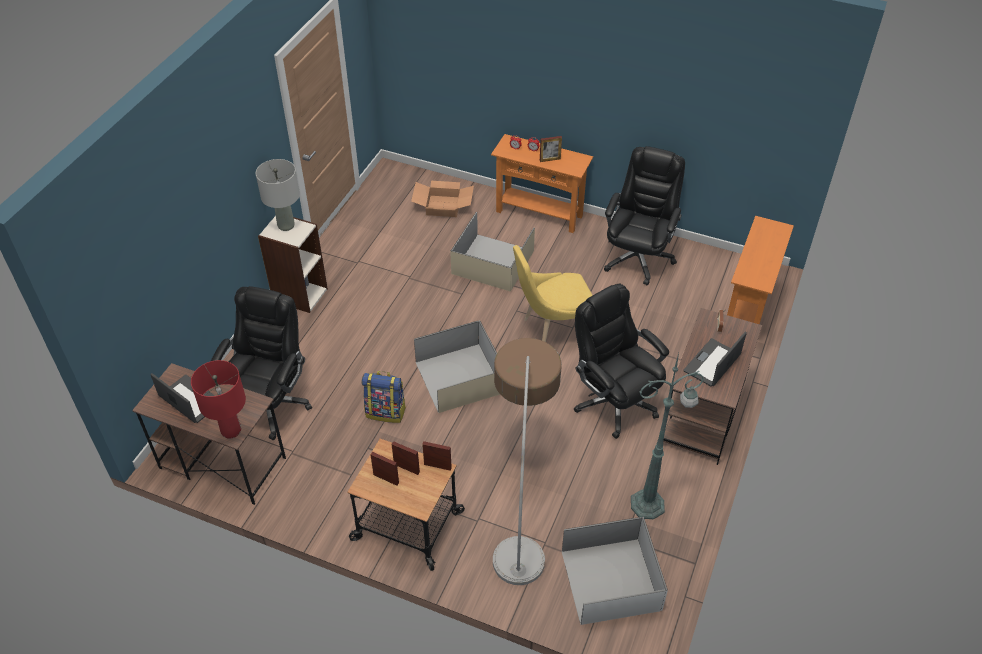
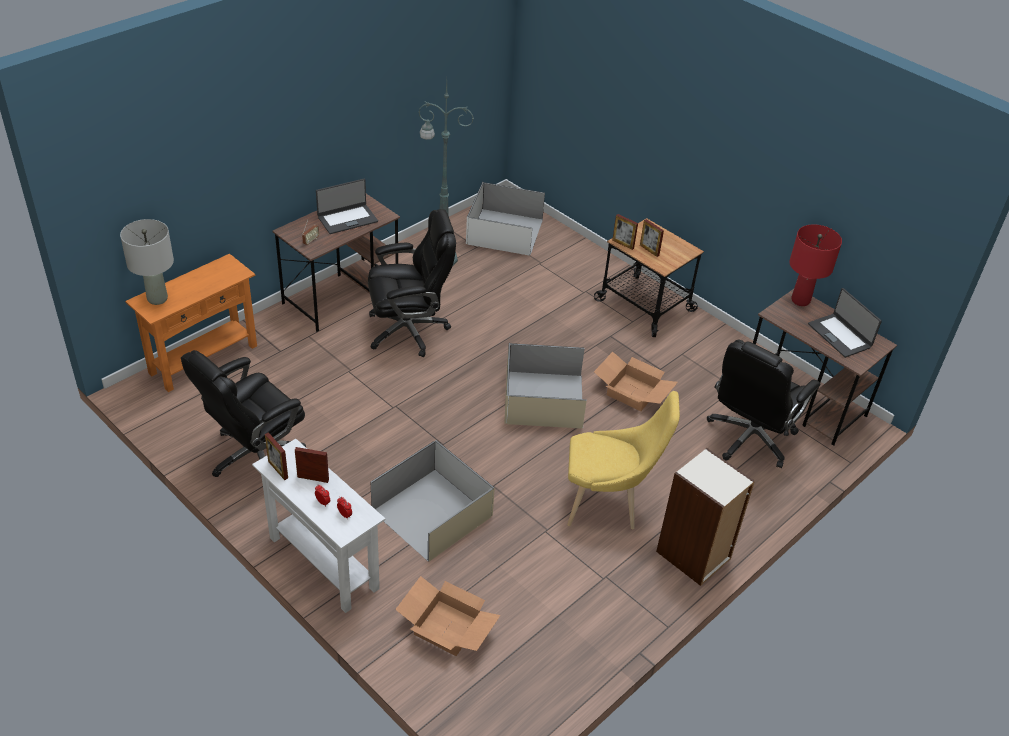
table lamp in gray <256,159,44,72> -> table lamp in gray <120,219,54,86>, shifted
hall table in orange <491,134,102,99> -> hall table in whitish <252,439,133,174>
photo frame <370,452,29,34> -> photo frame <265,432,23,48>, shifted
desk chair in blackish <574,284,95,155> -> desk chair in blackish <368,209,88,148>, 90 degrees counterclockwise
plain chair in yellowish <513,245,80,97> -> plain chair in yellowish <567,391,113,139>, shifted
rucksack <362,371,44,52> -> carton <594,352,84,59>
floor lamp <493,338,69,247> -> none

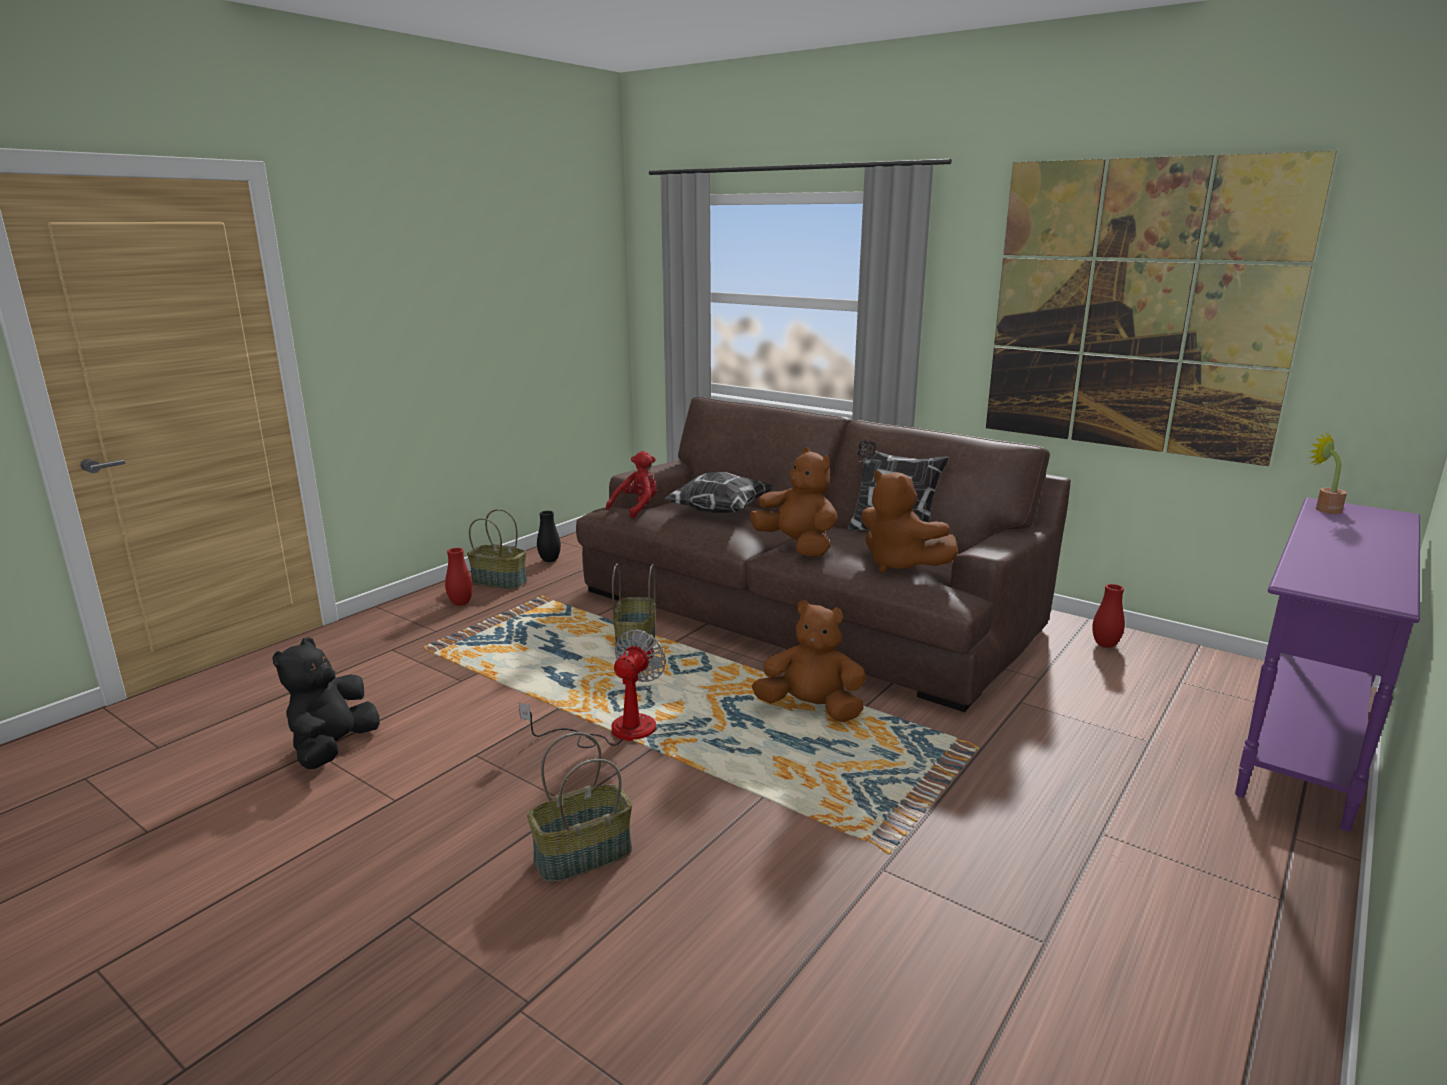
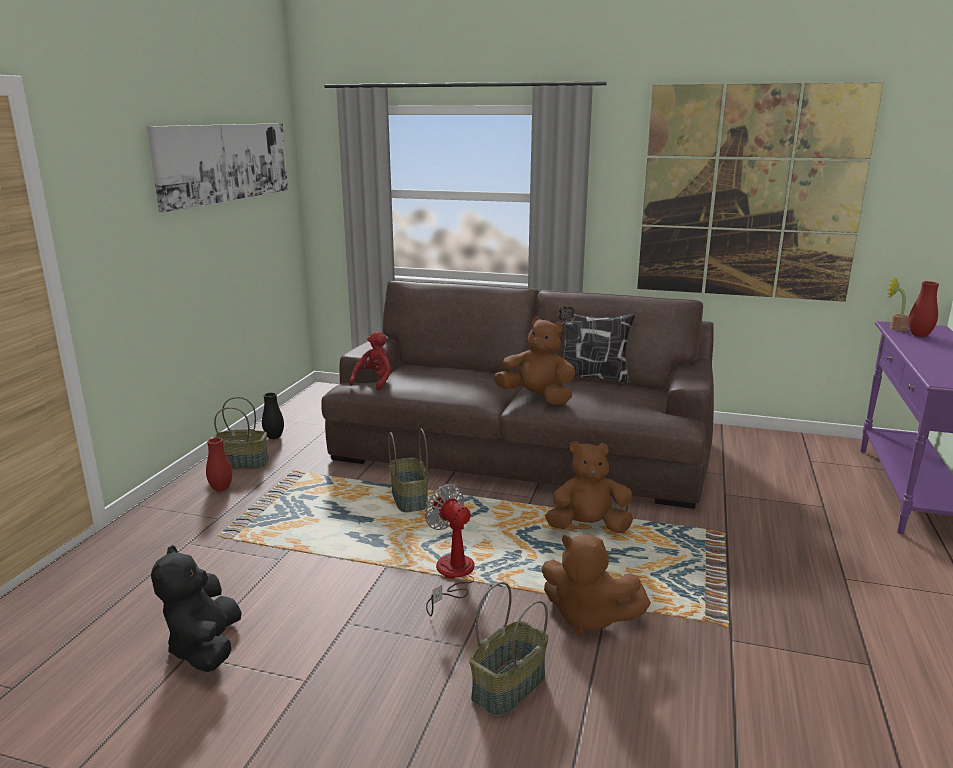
none -> wall art <147,123,141,90>
fan <519,630,147,118> -> fan <425,484,49,132>, 45 degrees counterclockwise
plush toy in brown <861,471,97,102> -> plush toy in brown <541,535,110,101>, shifted
vase in red <1092,584,33,64> -> vase in red <909,281,30,56>, shifted
throw pillow <663,472,110,41> -> none

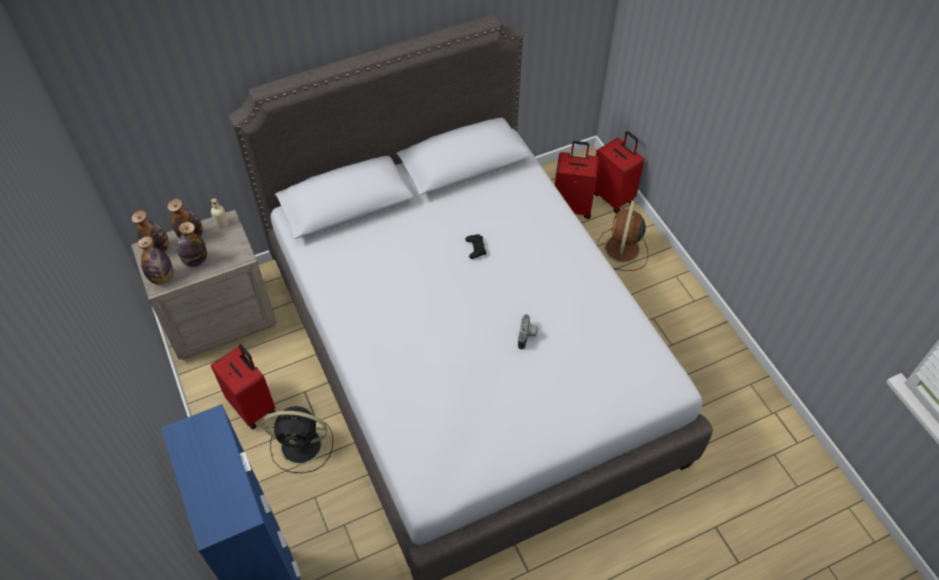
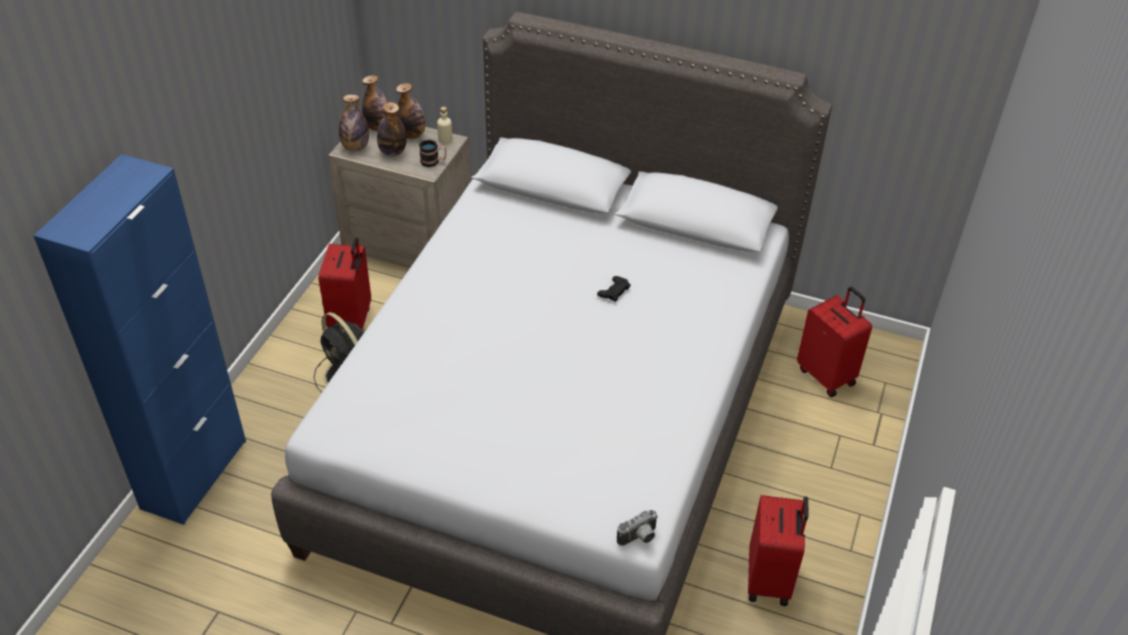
none -> tea mug <419,139,27,28>
still camera <518,314,20,35> -> still camera <617,510,41,36>, shifted
piece of luggage in red <594,131,50,83> -> piece of luggage in red <748,495,60,111>, shifted
fan in brown <597,200,51,71> -> none

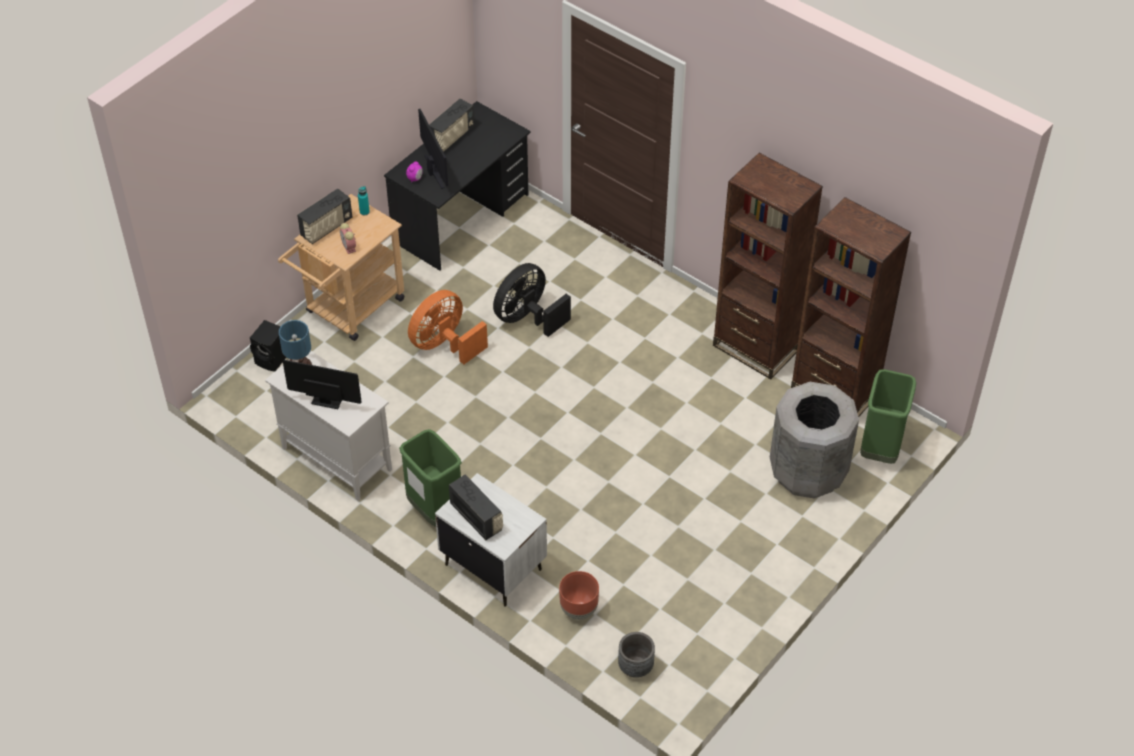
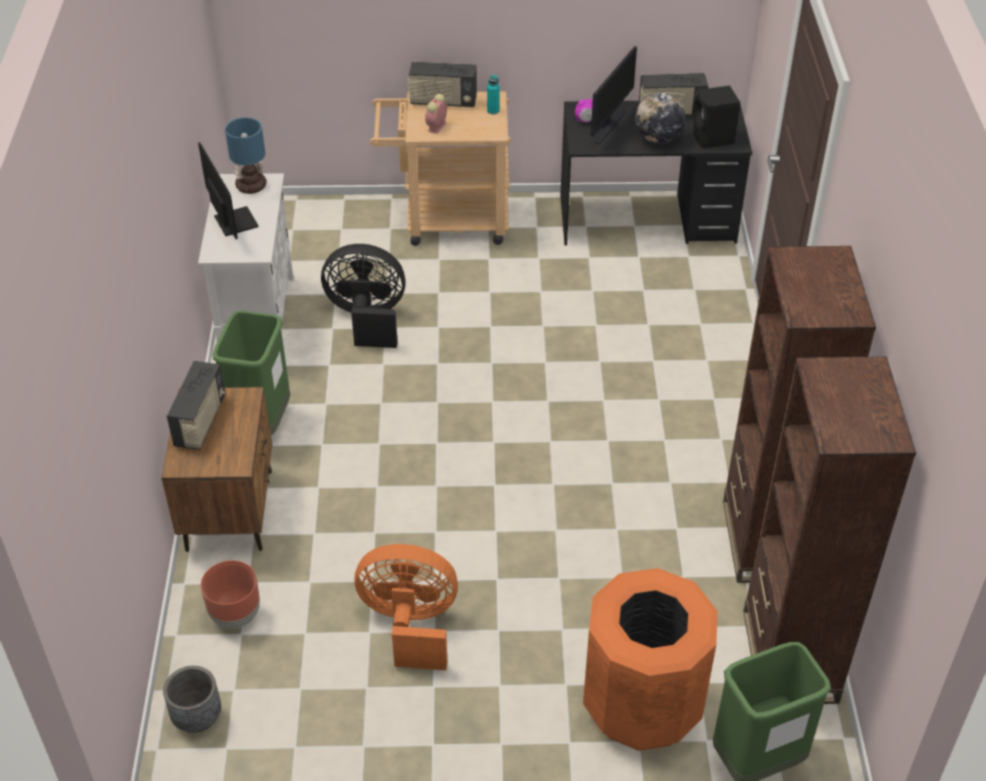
bedside table in whitish <435,473,112,134> -> bedside table in brown <161,387,111,165>
fan in blackish <493,263,78,74> -> fan in blackish <321,244,84,104>, shifted
fan in orange <408,290,80,74> -> fan in orange <354,544,104,126>, shifted
waste bin in gray <770,382,89,117> -> waste bin in orange <583,568,135,183>
none -> world globe <635,93,50,51>
audio speaker in blackish <250,320,36,52> -> audio speaker in blackish <693,86,47,62>, shifted

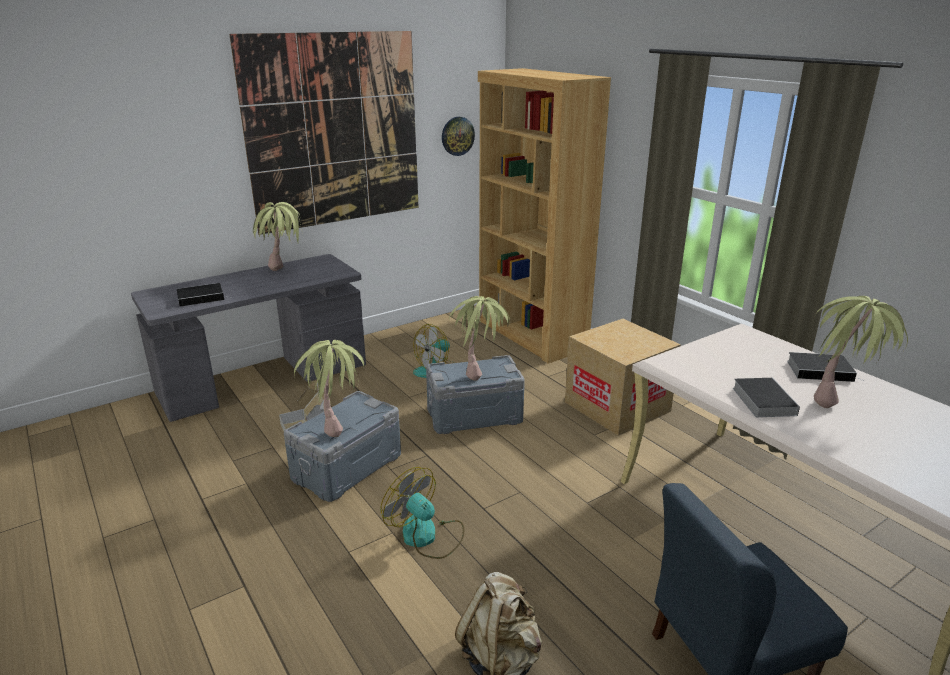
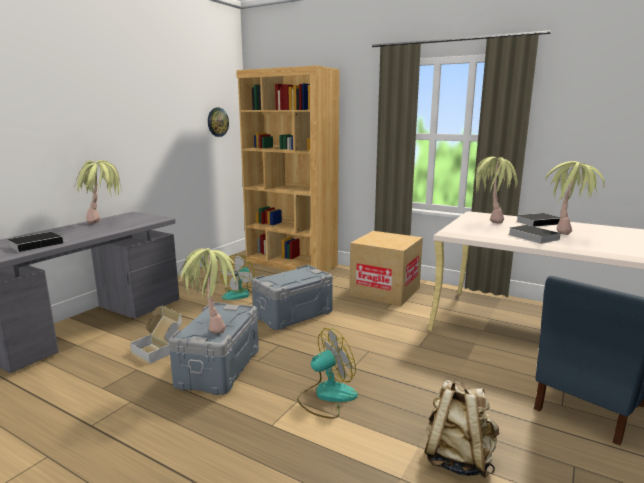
fan <380,467,84,92> -> fan <297,328,61,91>, 135 degrees clockwise
plant in a pot <449,296,61,85> -> plant in a pot <473,156,45,68>, shifted
wall art <229,31,190,203> -> none

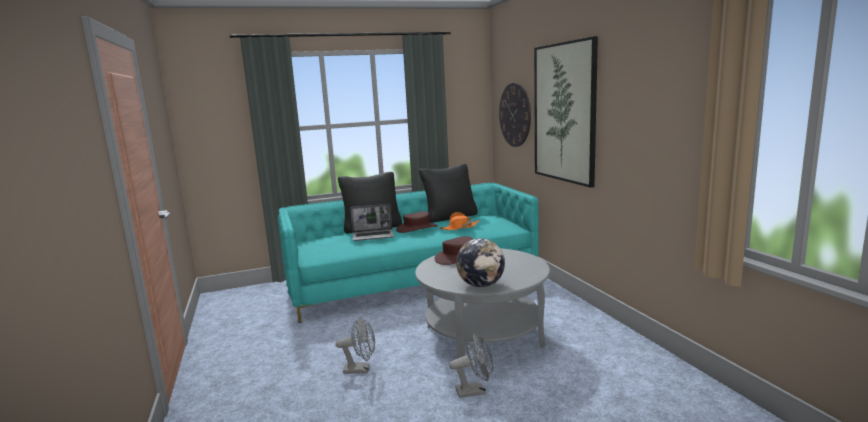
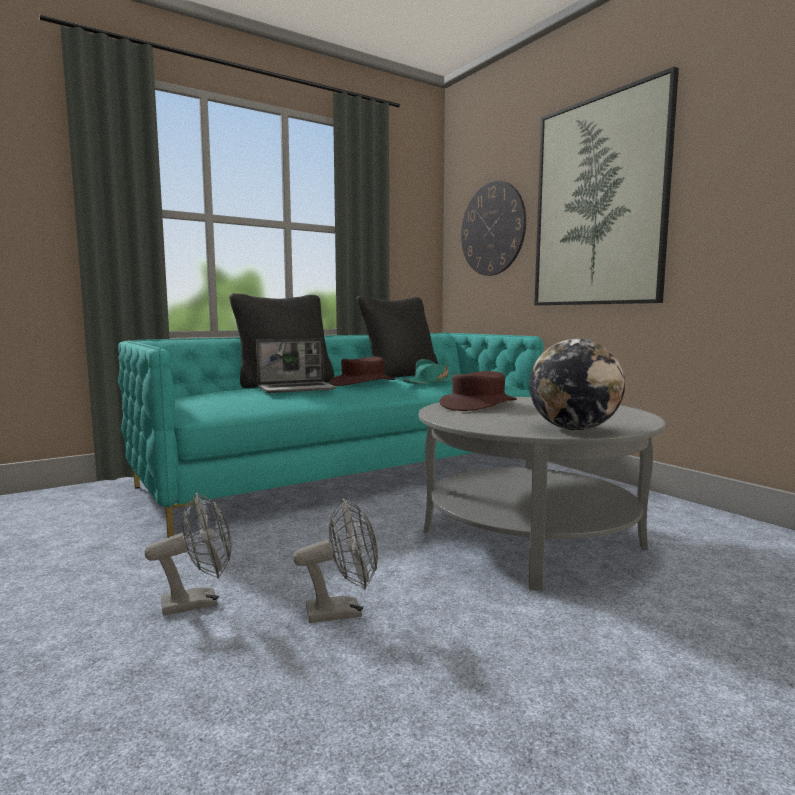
fan in gray <449,334,44,64> -> fan in gray <144,493,88,123>, shifted
wearable hat in orange <440,212,40,18> -> wearable hat in blue-green <402,359,56,25>

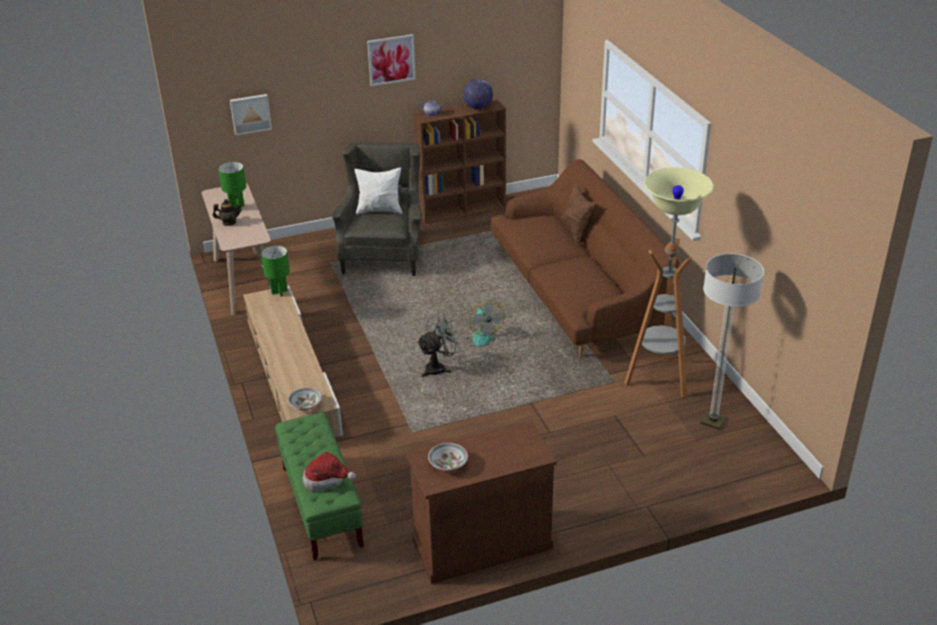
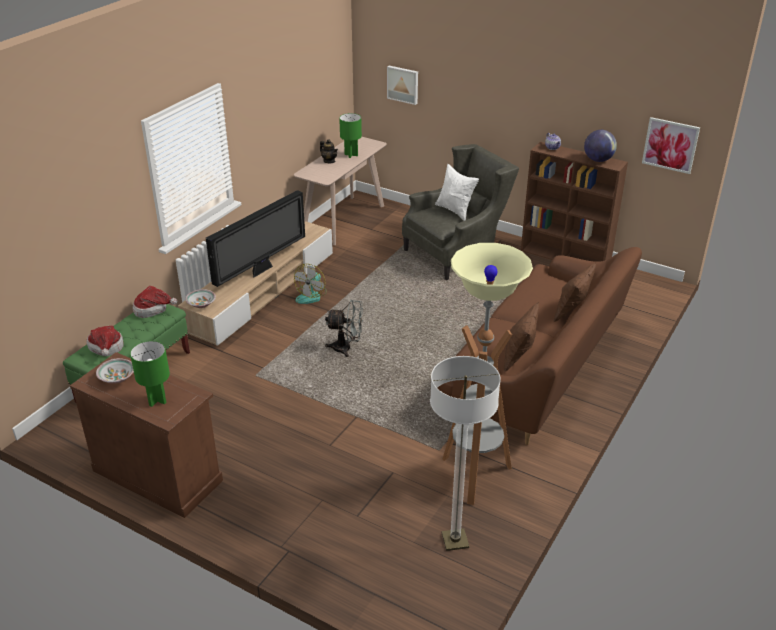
table lamp in green <261,245,29,51> -> table lamp in green <130,341,40,66>, shifted
none -> wearable hat <133,286,44,32>
none -> TV <206,190,99,97>
fan <466,300,39,47> -> fan <294,264,33,40>, shifted
none -> throw pillow in brown <504,303,35,69>
wall art <367,34,49,52> -> wall art <642,117,58,57>, shifted

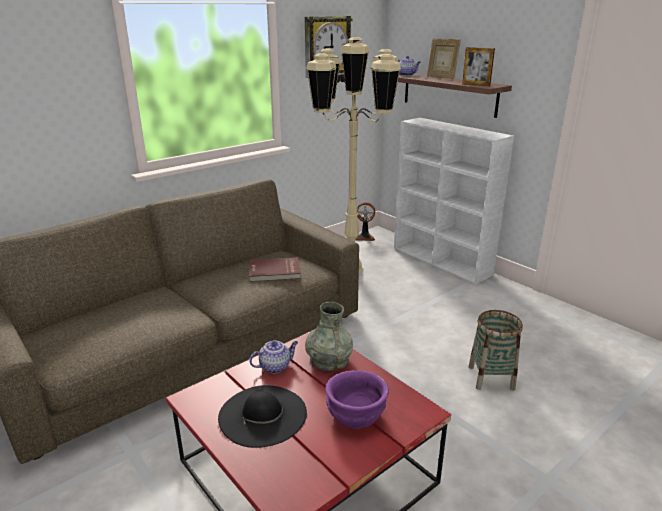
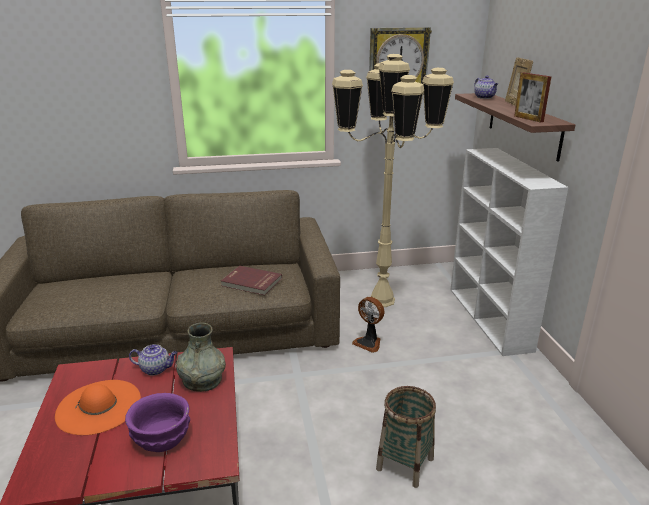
wearable hat in blackish <218,385,89,63> -> wearable hat in orange <55,380,86,55>
fan <355,202,20,39> -> fan <352,297,32,56>, shifted

